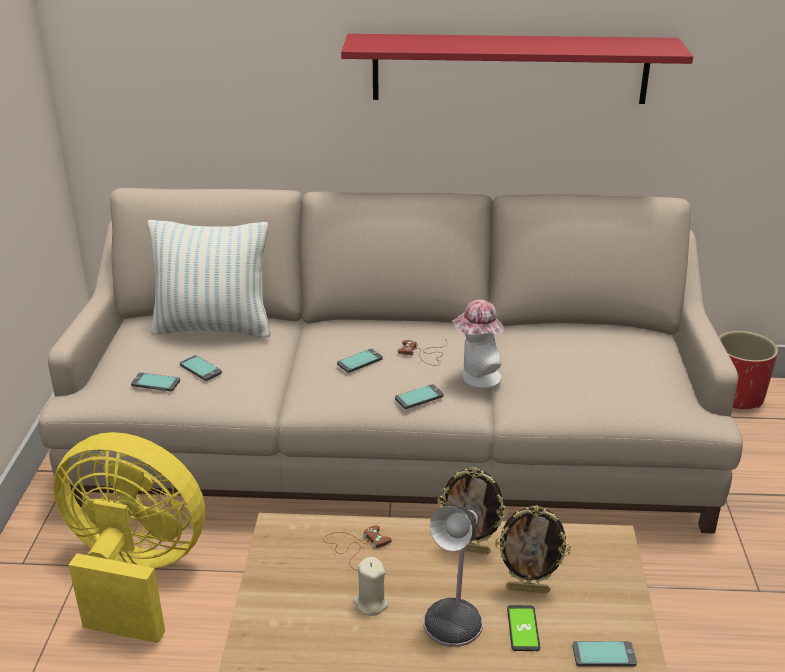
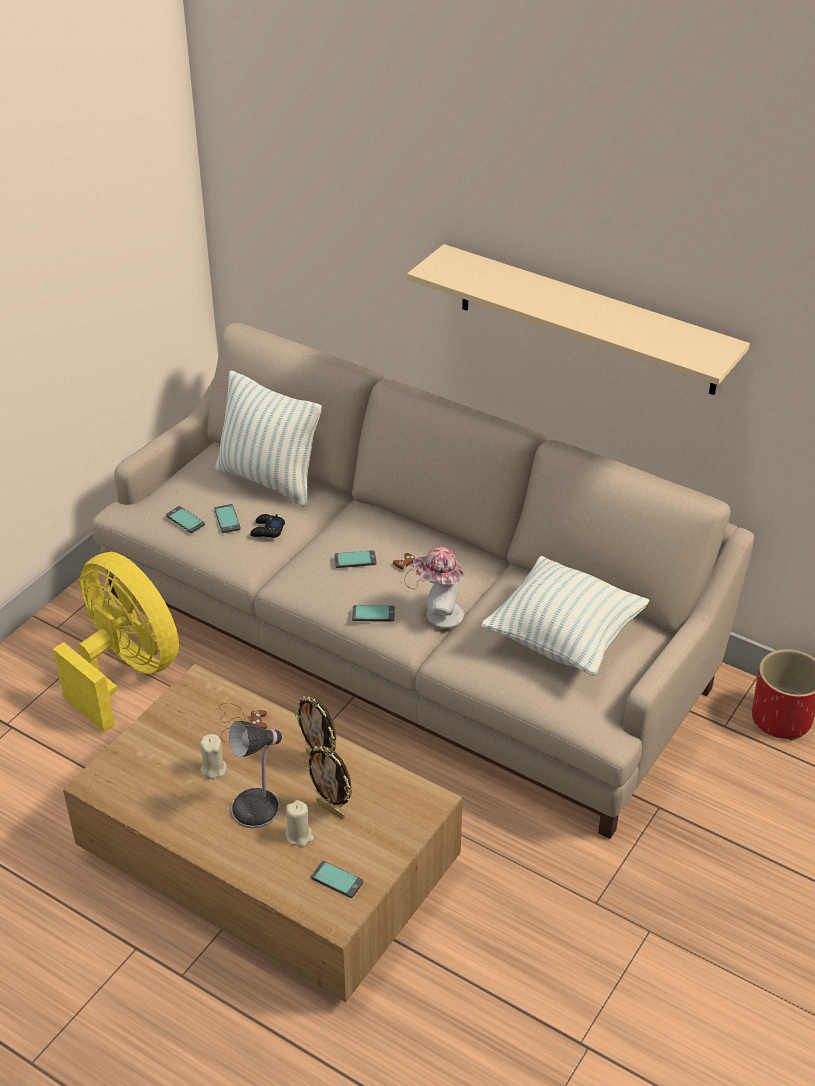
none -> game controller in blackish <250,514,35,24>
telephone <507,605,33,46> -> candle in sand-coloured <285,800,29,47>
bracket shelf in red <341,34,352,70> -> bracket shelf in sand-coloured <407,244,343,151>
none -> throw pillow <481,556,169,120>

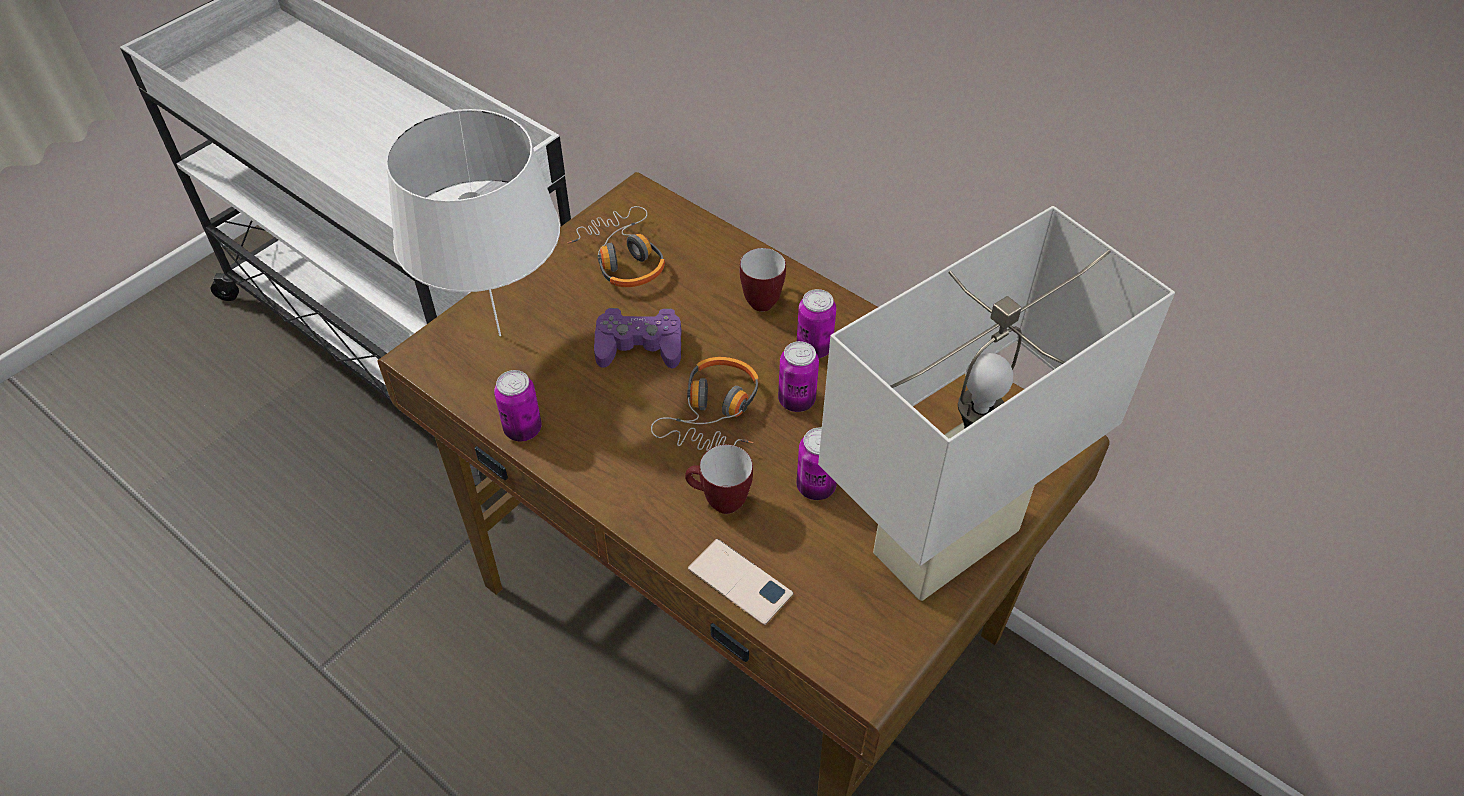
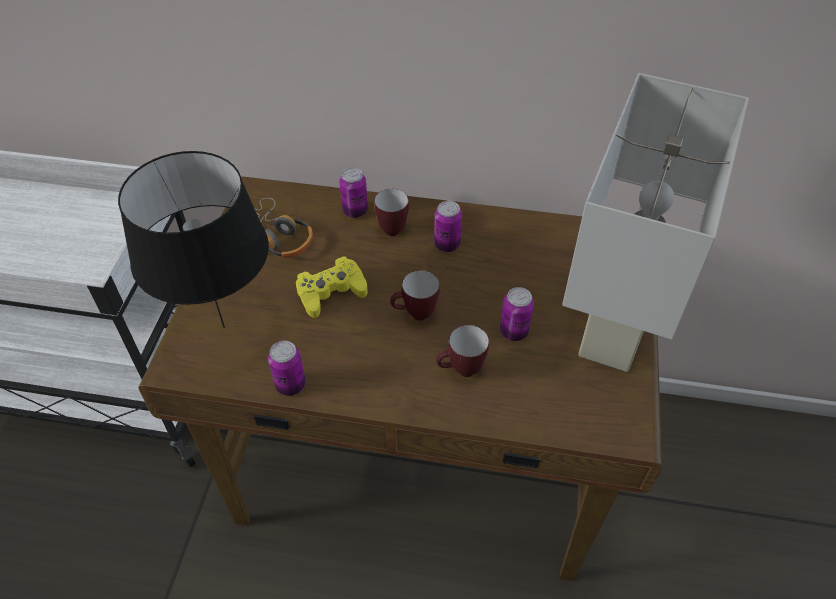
table lamp in whitish <386,109,174,227> -> table lamp in blackish <118,151,151,177>
game controller in purple-coloured <594,308,88,60> -> game controller in yellowish <296,256,72,62>
can <778,341,41,71> -> can <339,168,29,50>, shifted
pair of headphones <651,357,108,94> -> tea mug <390,270,50,51>
telephone <688,539,106,86> -> none

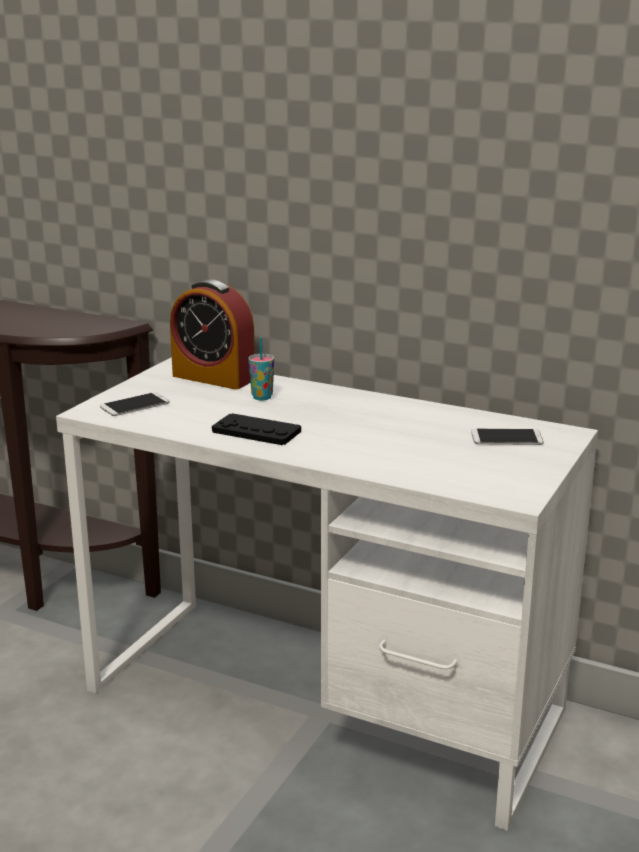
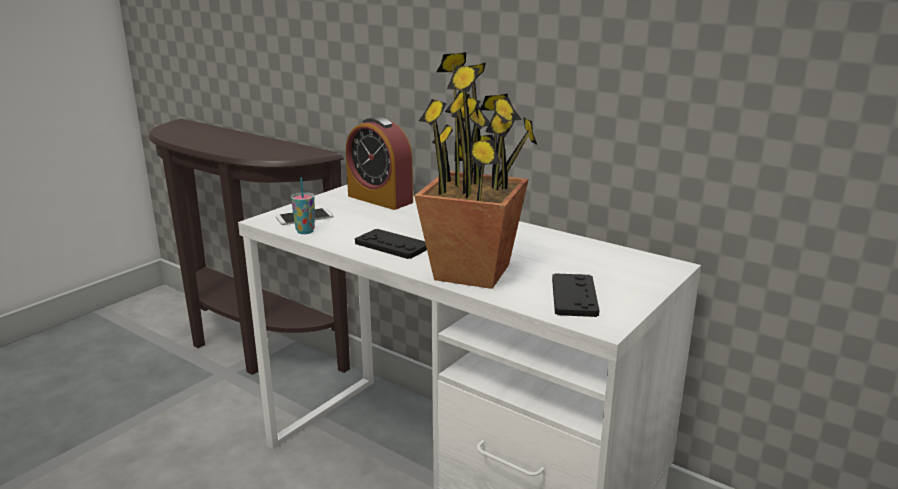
small cup <248,337,26,64> -> small cup <291,178,24,56>, shifted
none -> plant in a pot <414,52,123,237>
none -> game controller in blackish <552,273,47,44>
telephone <471,429,73,16> -> none

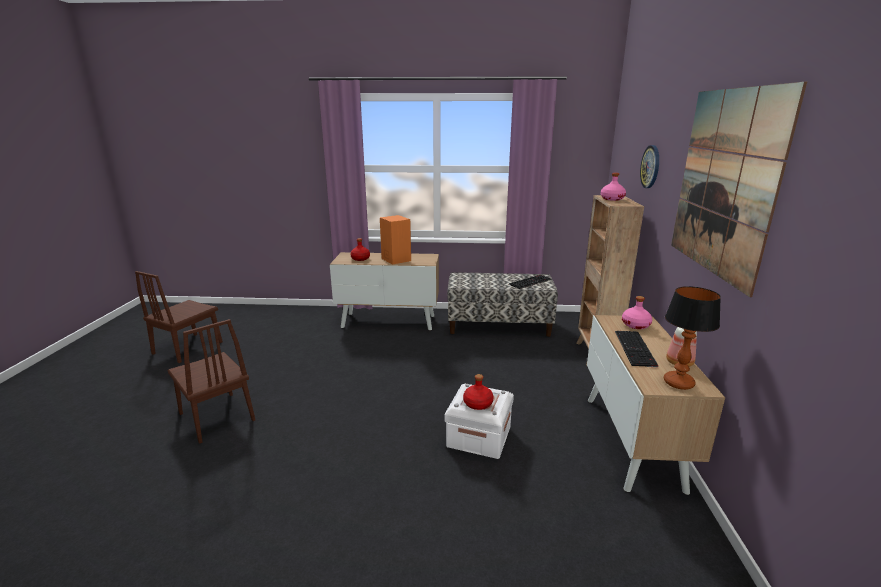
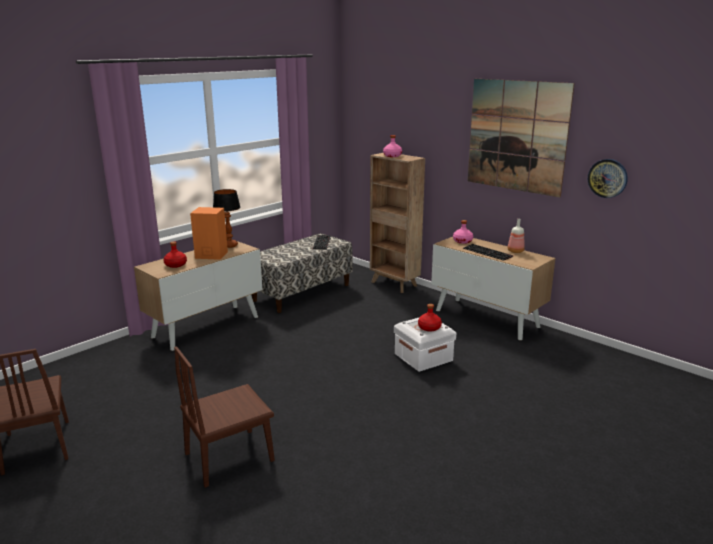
plain chair in brown <168,319,87,125> -> plain chair in brown <174,346,101,142>, 150 degrees clockwise
table lamp <664,286,57,104> -> table lamp <213,189,28,59>, shifted
clock on the wall <640,145,19,43> -> clock on the wall <588,159,40,39>, shifted

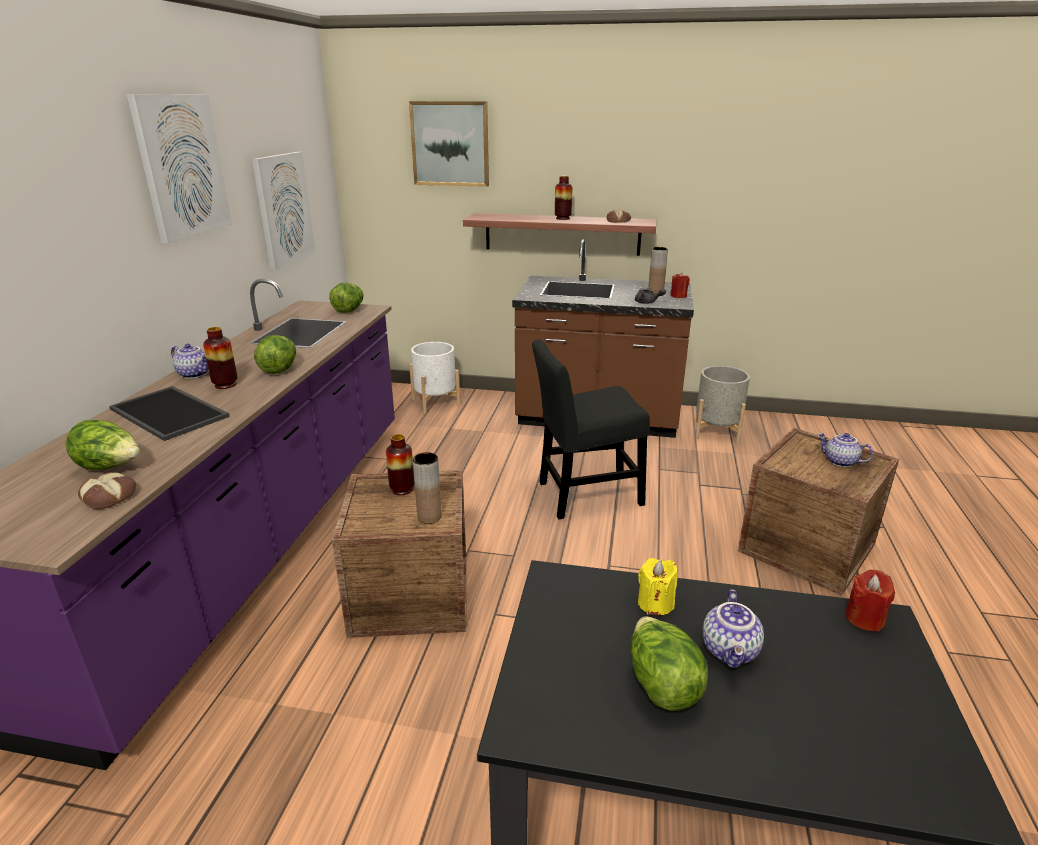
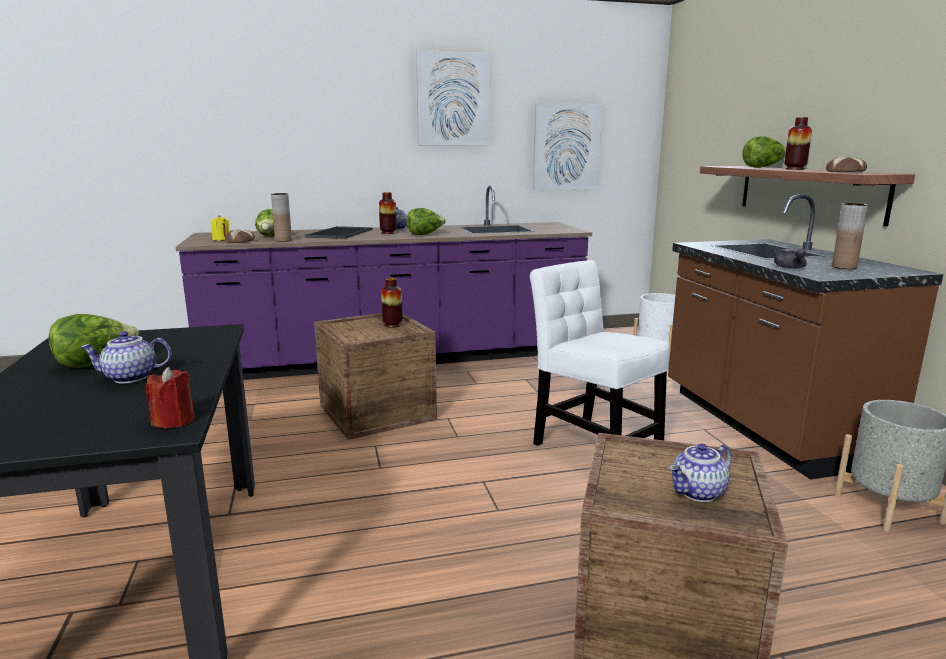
candle in yellowish <638,558,39,57> -> candle in yellowish <211,215,18,26>, shifted
vase in brown <413,452,29,72> -> vase in brown <271,193,21,49>, shifted
plain chair in blackish <532,339,118,180> -> plain chair in whitish <530,260,140,186>
pot for tea <818,433,56,34> -> pot for tea <669,444,63,58>, 135 degrees counterclockwise
lettuce <329,283,35,30> -> lettuce <742,136,44,32>, shifted
wall art <409,101,80,86> -> none
candle in red <670,272,20,26> -> none

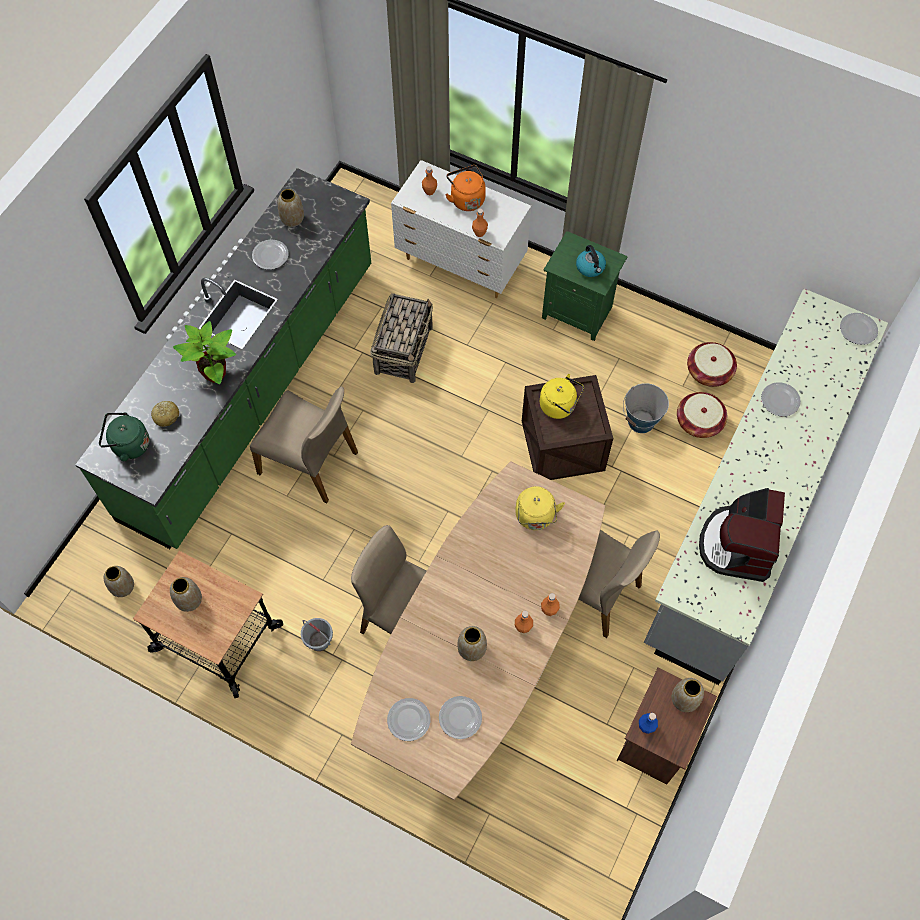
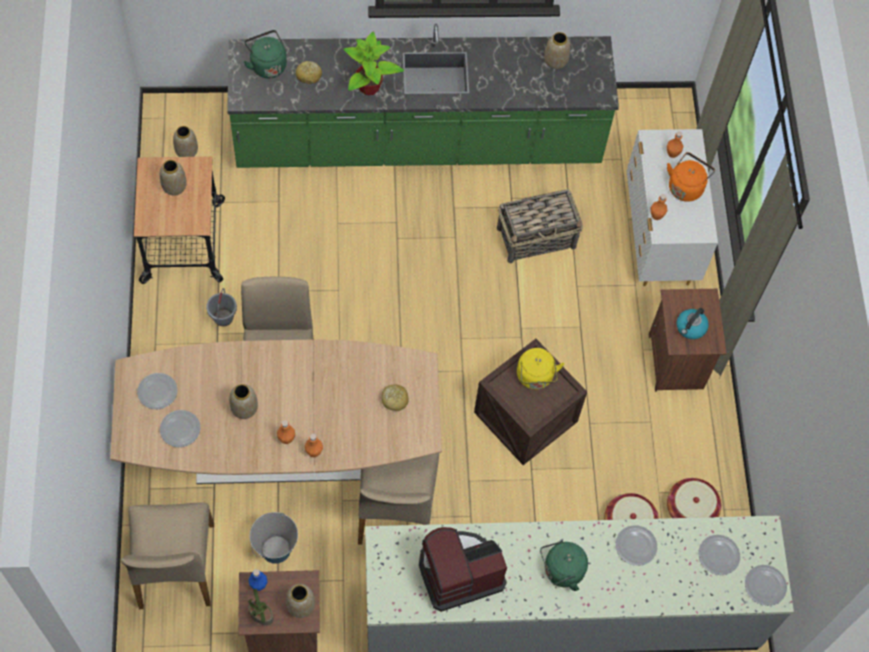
plain chair in sand-coloured <250,386,108,117> -> plain chair in sand-coloured <121,503,93,106>, shifted
none -> plant in a pot <248,589,26,36>
water bucket <623,383,46,50> -> water bucket <250,512,48,52>, shifted
tea kettle in yellowish <515,486,50,44> -> bakery bread <382,385,27,26>
none -> tea kettle in green <540,541,48,50>
bedside table in green <542,231,86,110> -> bedside table in brown <649,289,78,103>
flat dish <252,240,37,30> -> flat dish <698,535,42,40>, shifted

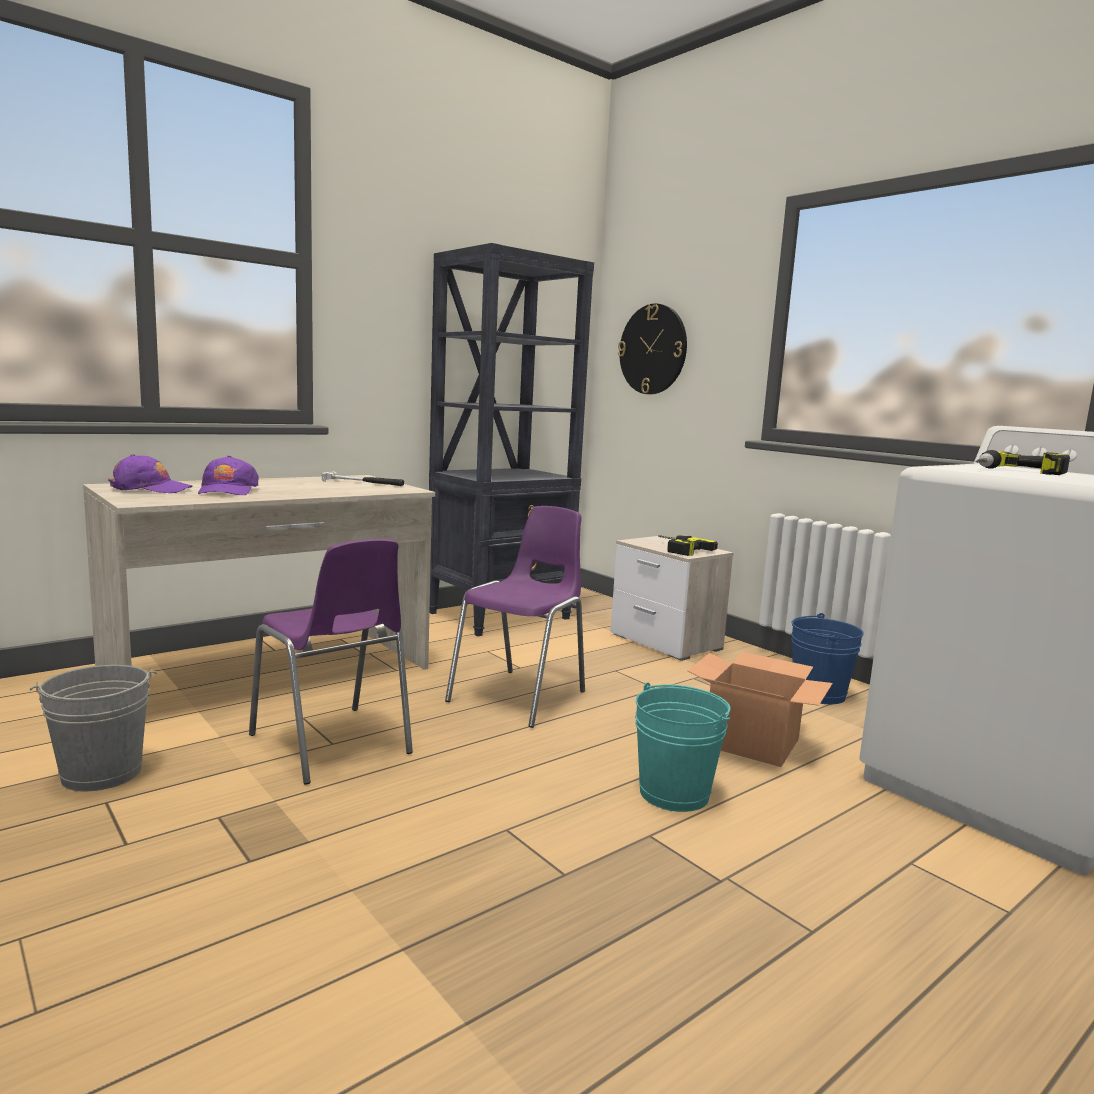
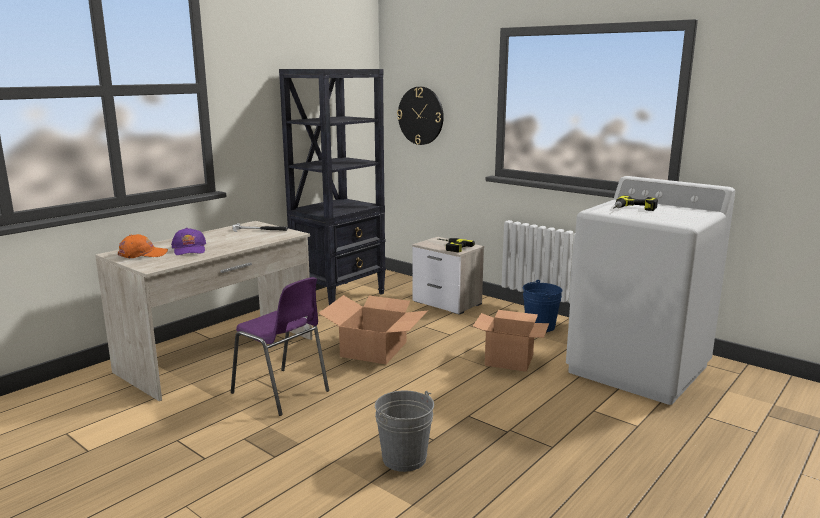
baseball cap in purple-coloured <108,454,85,39> -> baseball cap in orange <118,234,50,24>
plain chair in purple-coloured <445,506,140,222> -> carton <319,295,108,69>
water bucket in gray <30,665,127,126> -> water bucket in gray <375,391,59,81>, shifted
water bucket in blue-green <635,682,96,130> -> none

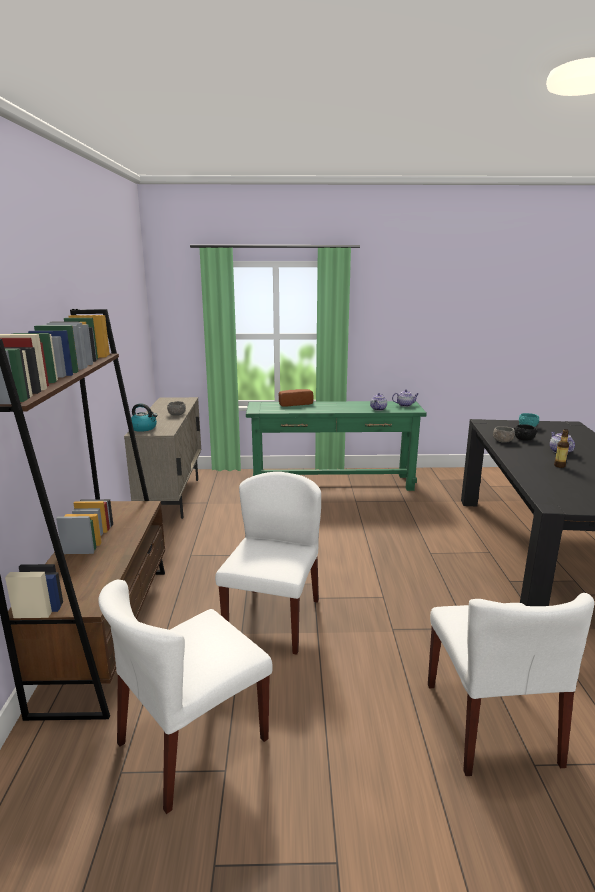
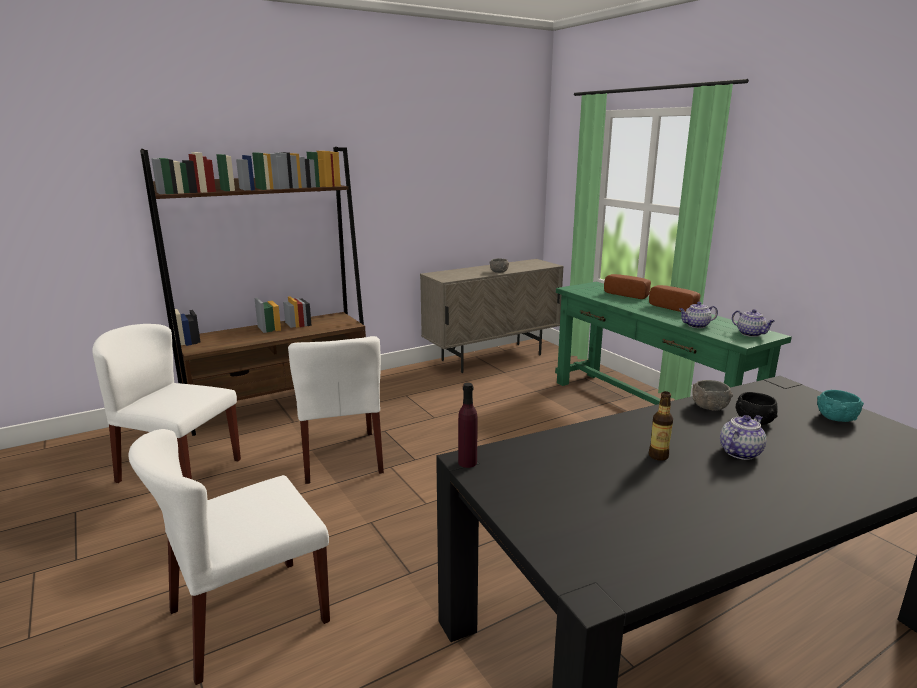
plain chair in whitish <215,472,106,183> -> plain chair in whitish <288,336,96,148>, 90 degrees clockwise
none -> bottle in purple-coloured <458,383,20,85>
none -> bakery bread <649,285,51,27>
tea kettle <131,403,26,29> -> none

